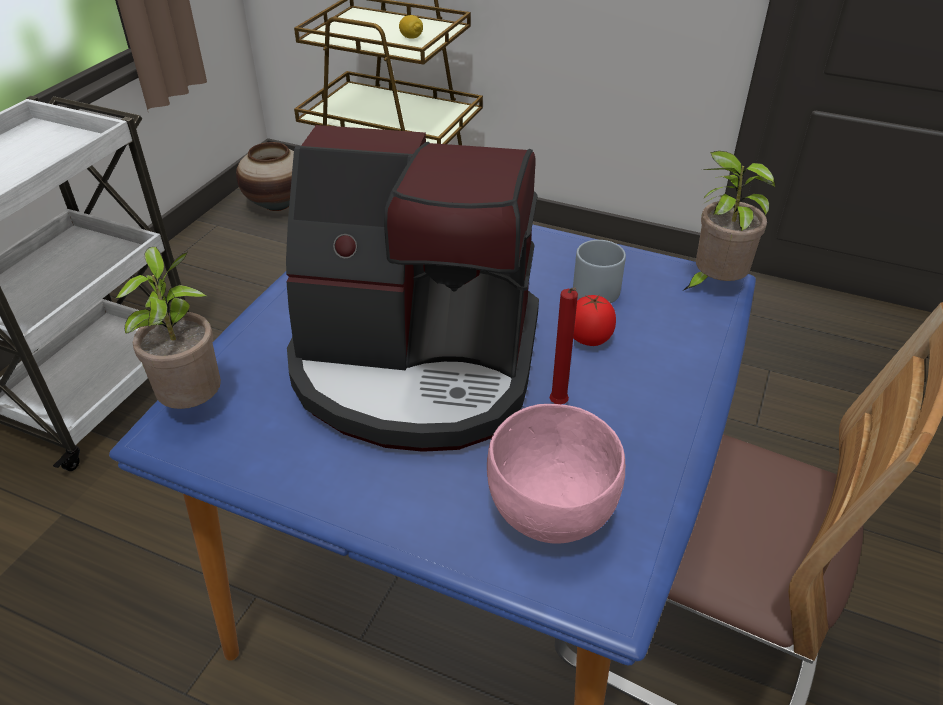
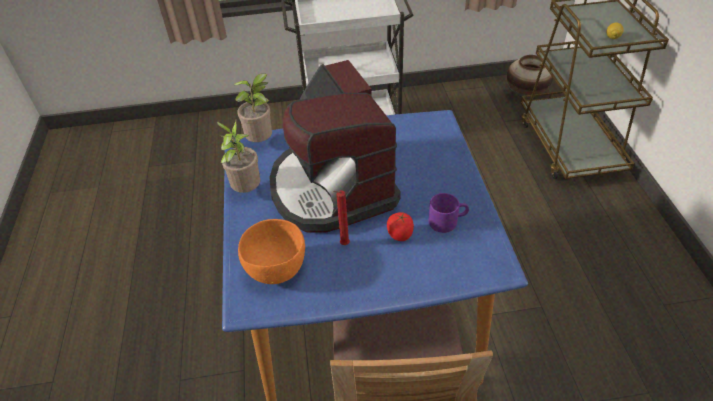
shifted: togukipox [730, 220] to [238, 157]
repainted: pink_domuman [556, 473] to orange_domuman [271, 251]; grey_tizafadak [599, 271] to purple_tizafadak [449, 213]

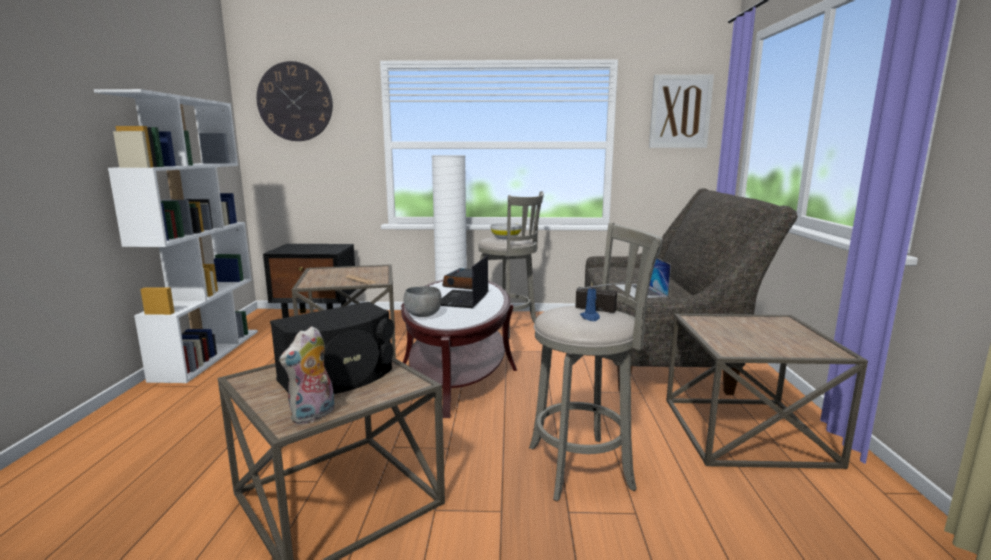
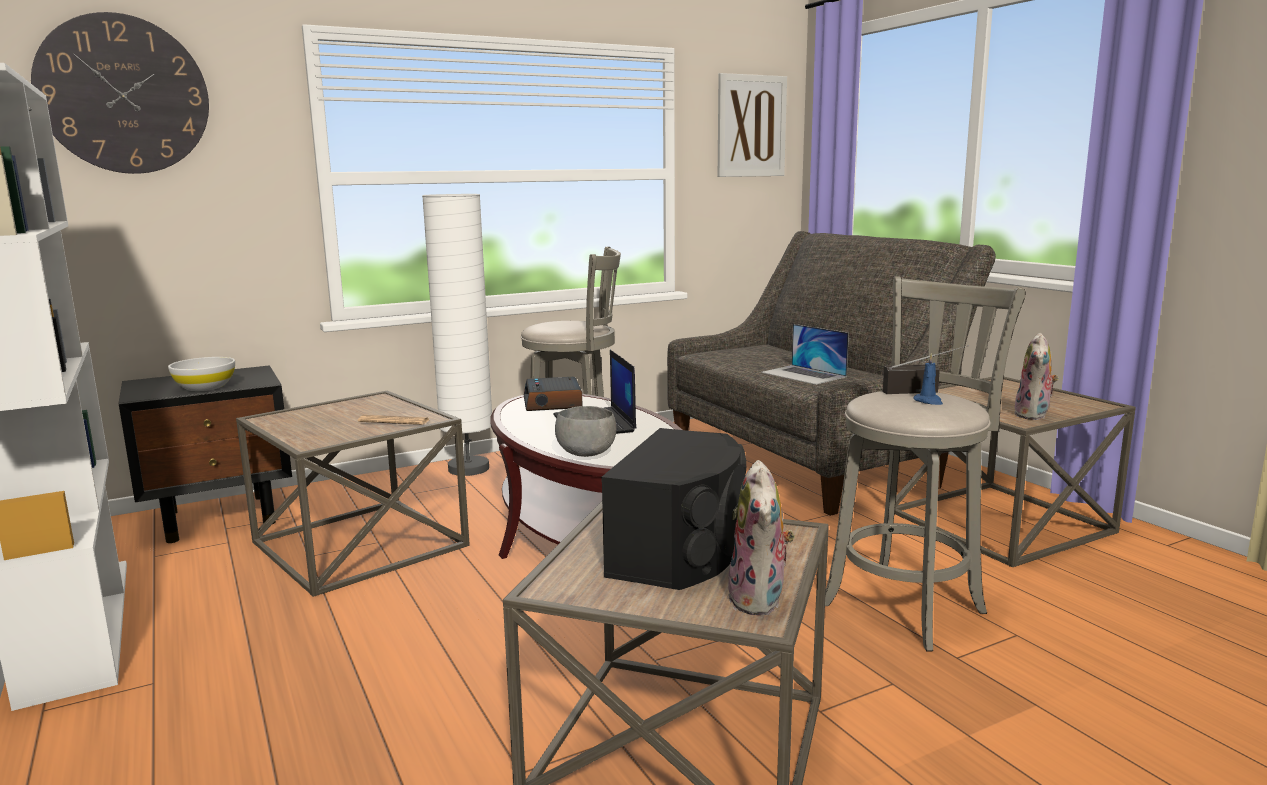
new: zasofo [1037, 376]
shifted: white_domuman [506, 231] to [201, 374]

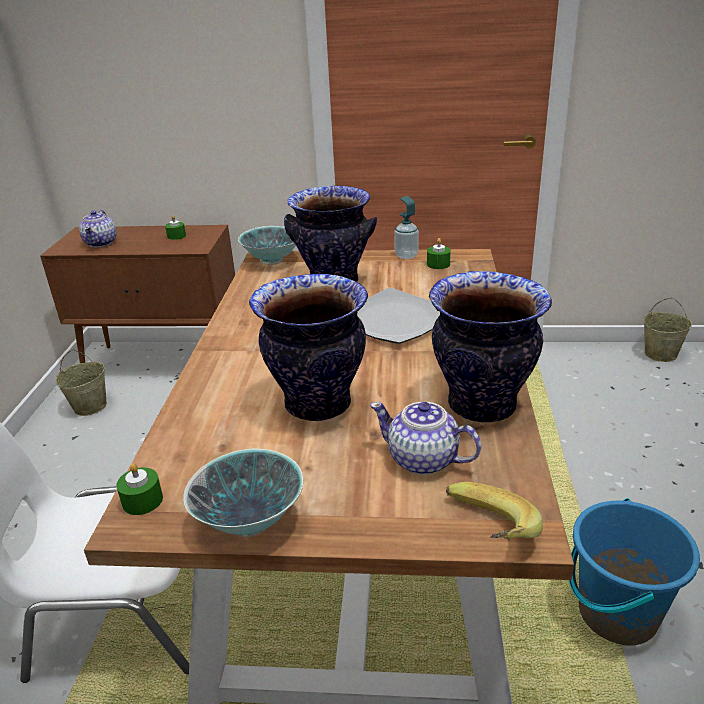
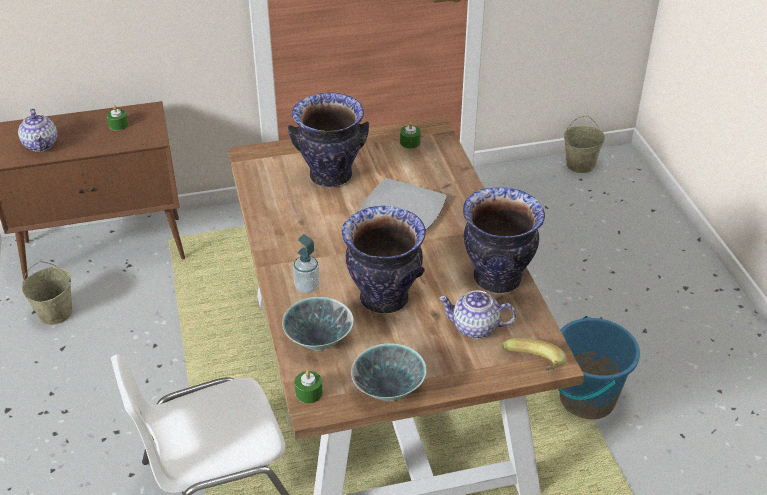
shifted: domuman [267, 245] to [318, 323]; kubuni [406, 227] to [306, 263]

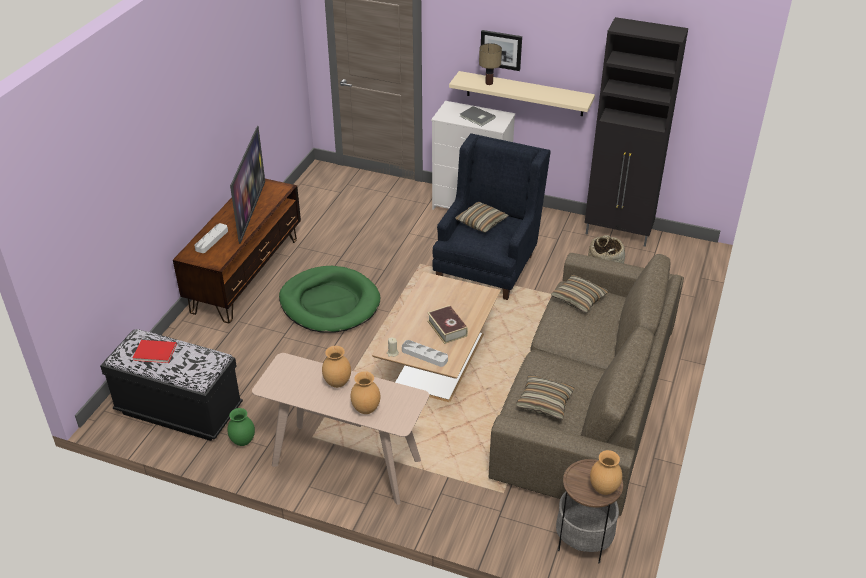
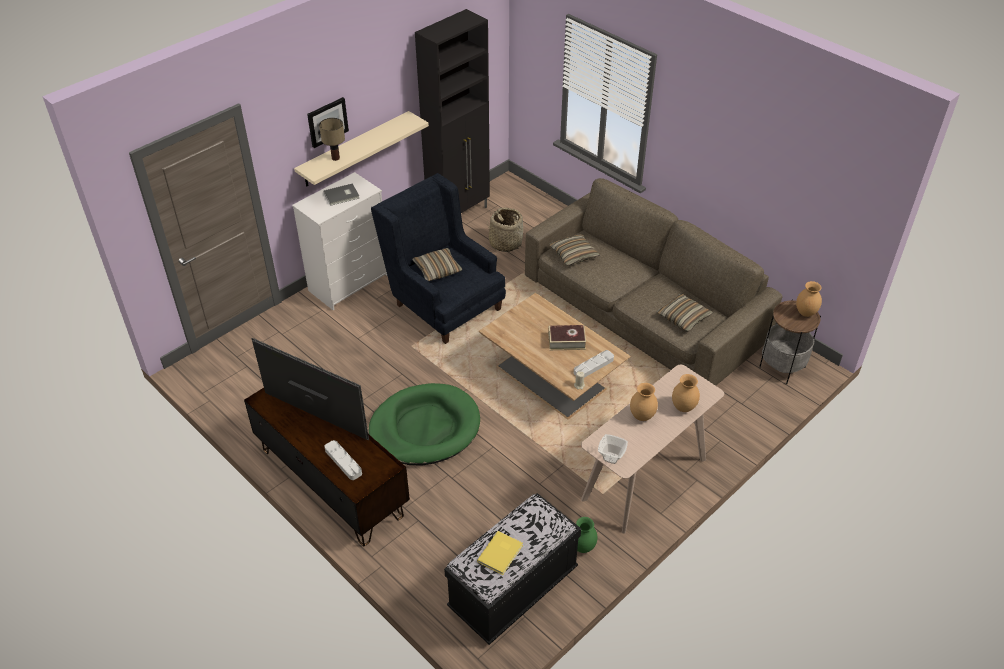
new: domuman [613, 449]
repainted: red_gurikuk [155, 351] to yellow_gurikuk [500, 553]

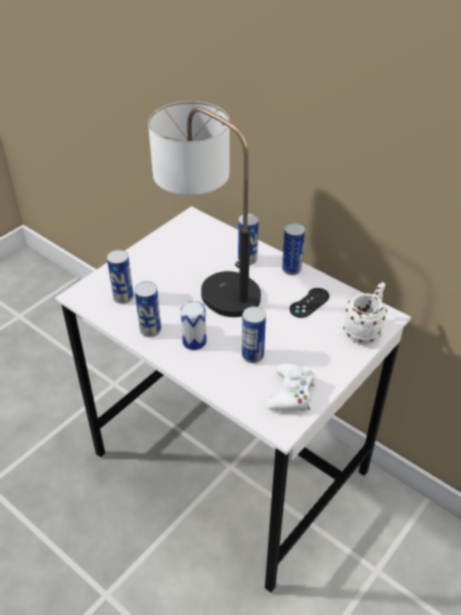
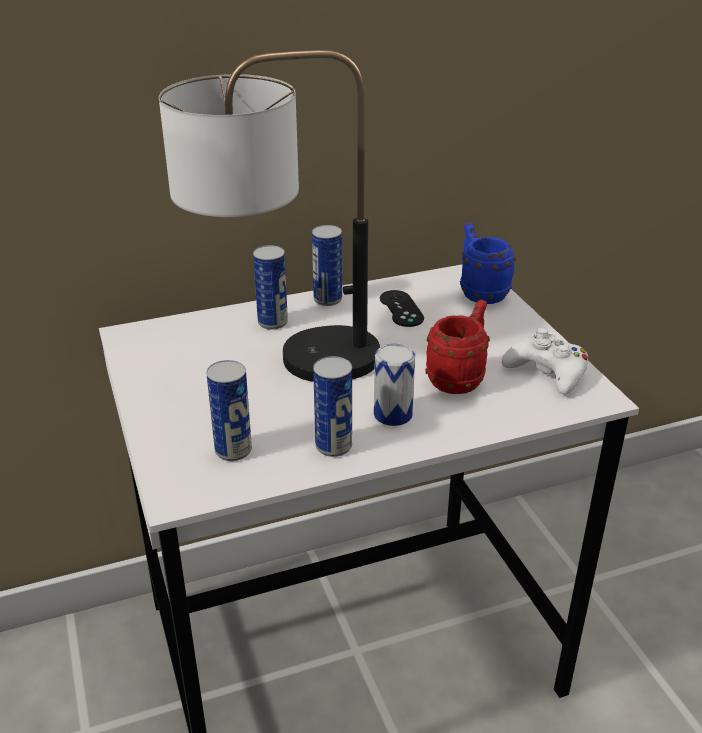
swapped: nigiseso [254, 334] to red_tizafadak [457, 347]
repainted: white_tizafadak [365, 313] to blue_tizafadak [488, 263]

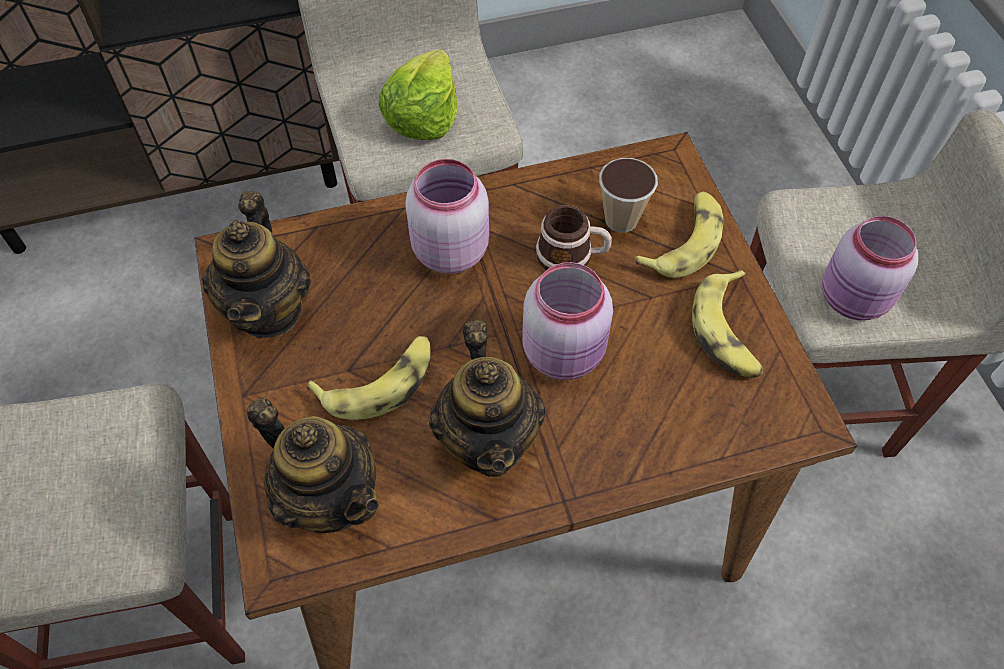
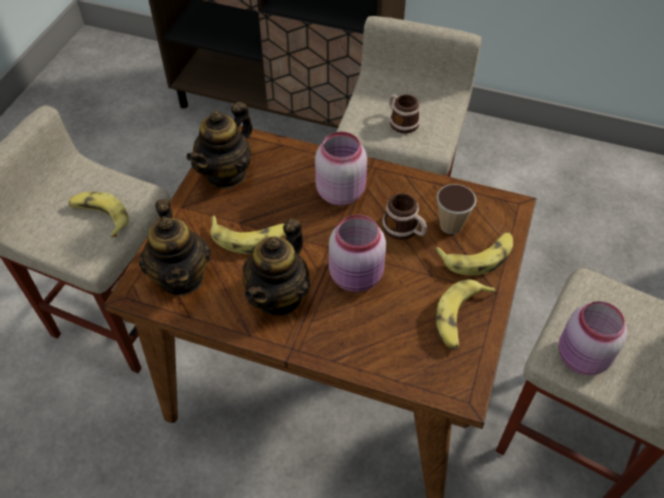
new: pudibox [99, 214]
swapped: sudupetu [418, 94] to tizafadak [404, 114]

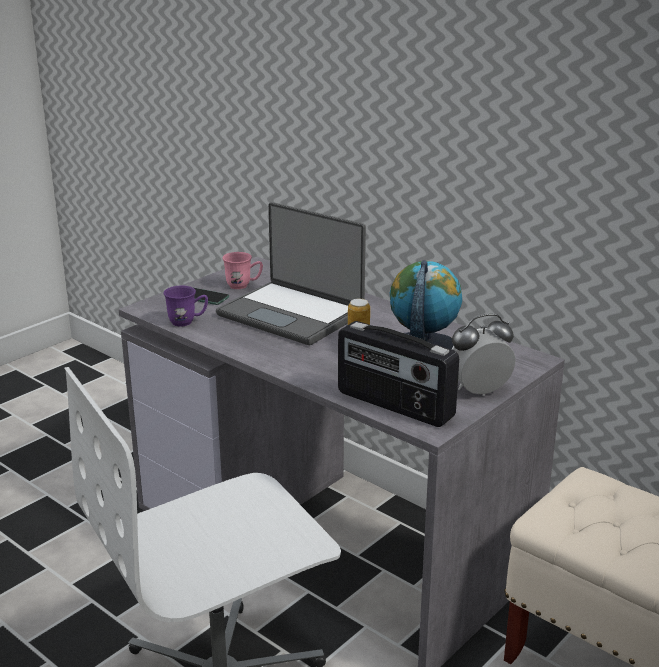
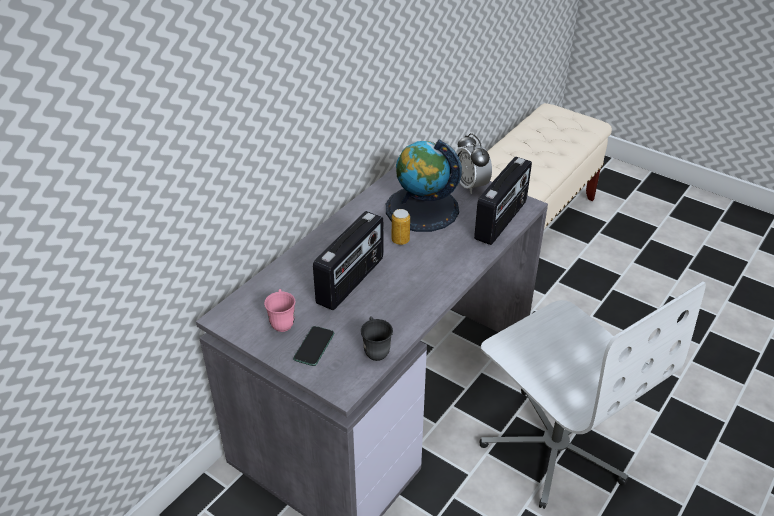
swapped: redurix [291, 273] to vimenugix [348, 260]
repainted: purple_tizafadak [185, 306] to grey_tizafadak [377, 338]

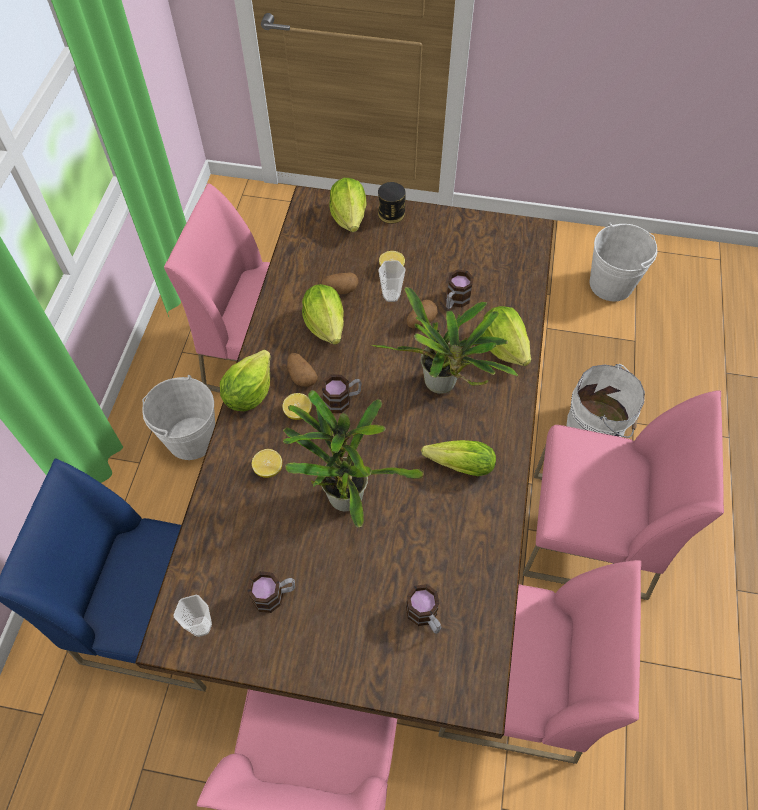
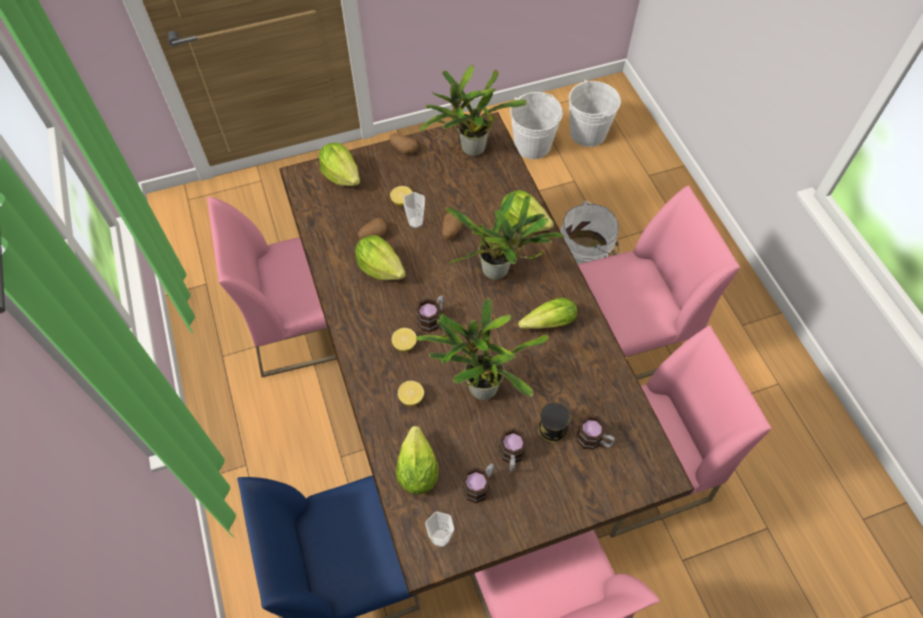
new: togukipox [473, 110]
shifted: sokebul [302, 370] to [404, 143]; sudupetu [245, 380] to [417, 460]; tizafadak [459, 289] to [513, 450]; nigiseso [391, 203] to [554, 423]; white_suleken [178, 417] to [595, 113]

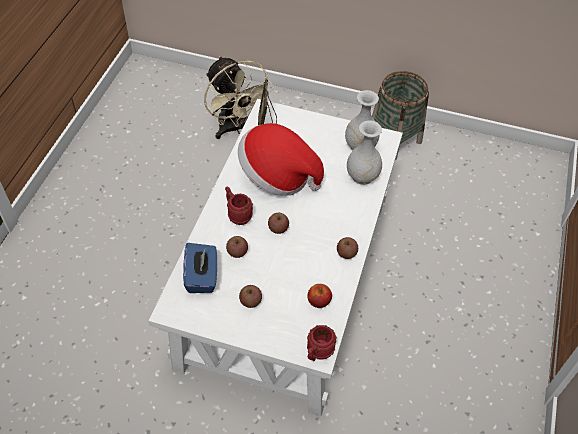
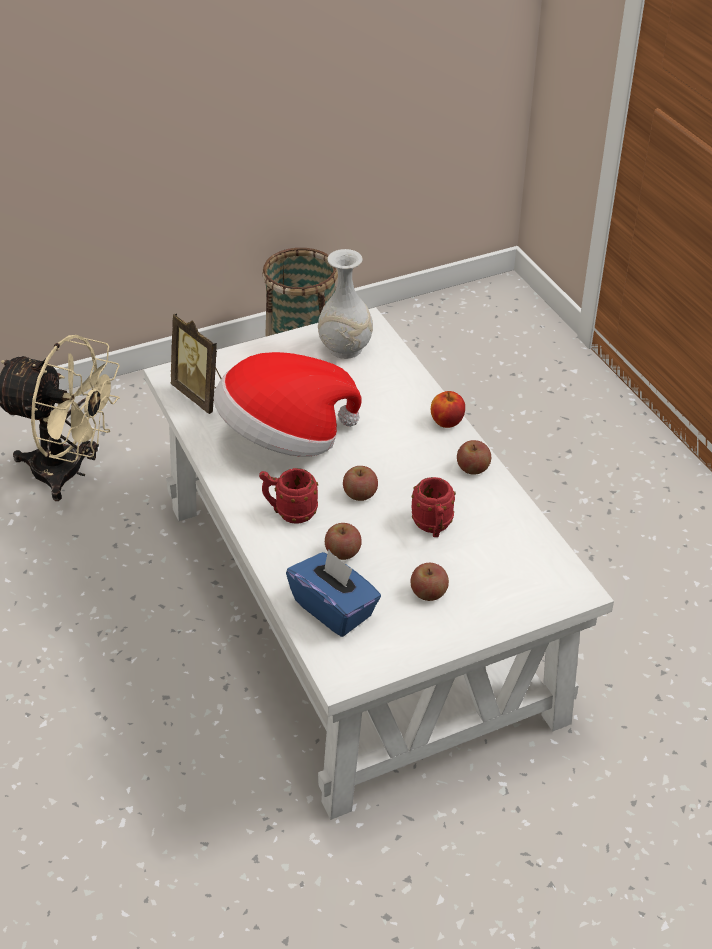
gone: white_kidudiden [364, 152]
shifted: red_tizafadak [322, 343] to [434, 507]; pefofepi [319, 296] to [448, 409]

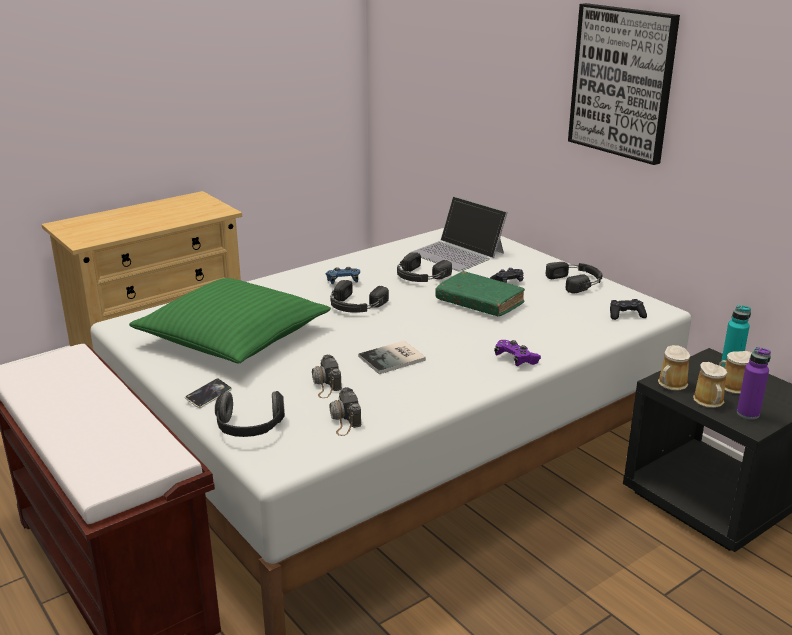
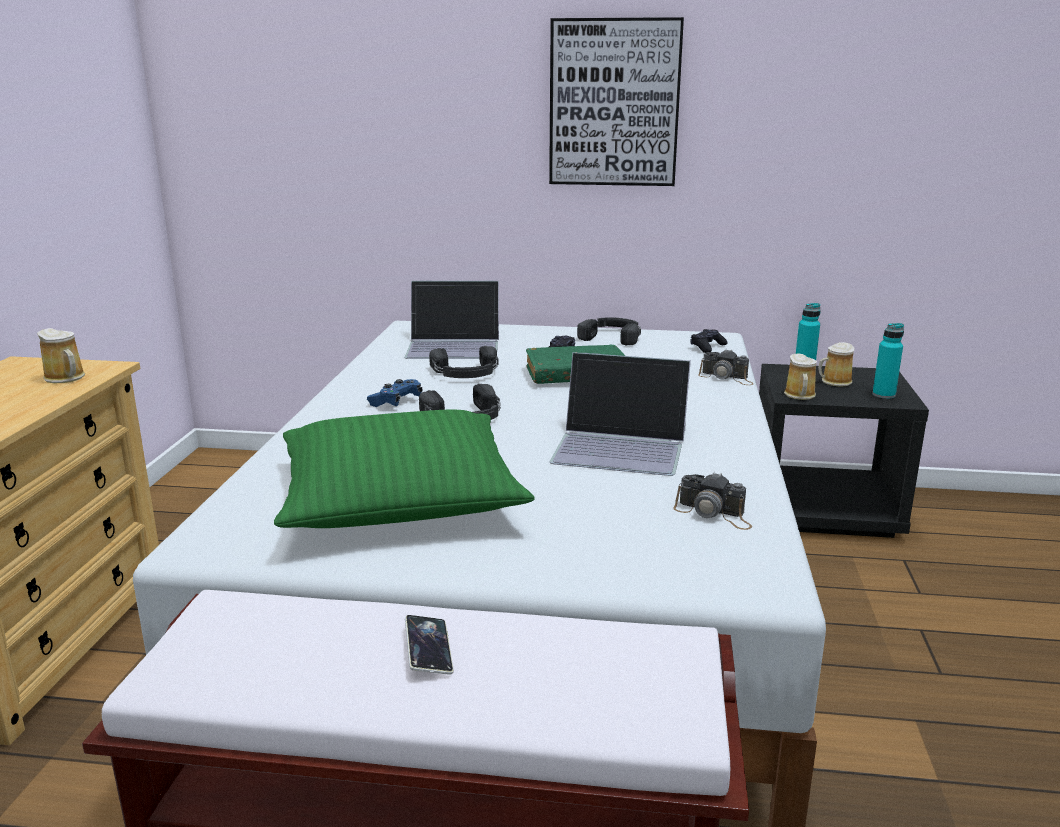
gone: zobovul [250, 414]; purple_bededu [517, 353]
shifted: tizafadak [710, 385] to [61, 355]; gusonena [208, 393] to [429, 645]; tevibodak [327, 376] to [726, 367]
swapped: gurikuk [392, 357] to redurix [620, 414]
repainted: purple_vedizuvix [754, 383] to turquoise_vedizuvix [888, 361]

